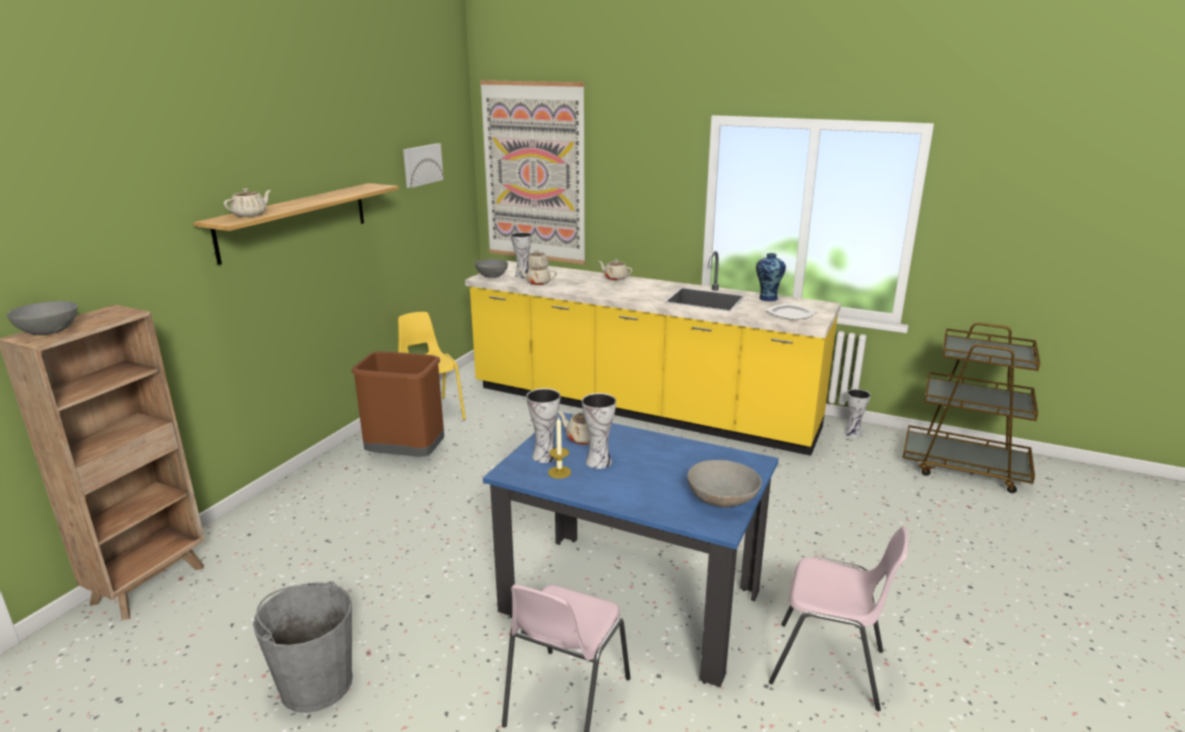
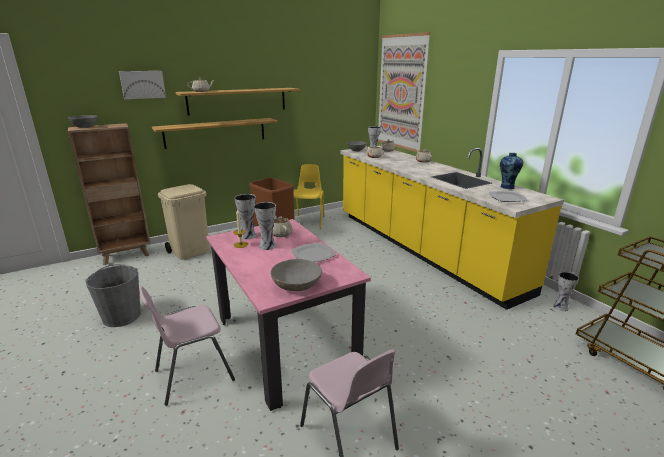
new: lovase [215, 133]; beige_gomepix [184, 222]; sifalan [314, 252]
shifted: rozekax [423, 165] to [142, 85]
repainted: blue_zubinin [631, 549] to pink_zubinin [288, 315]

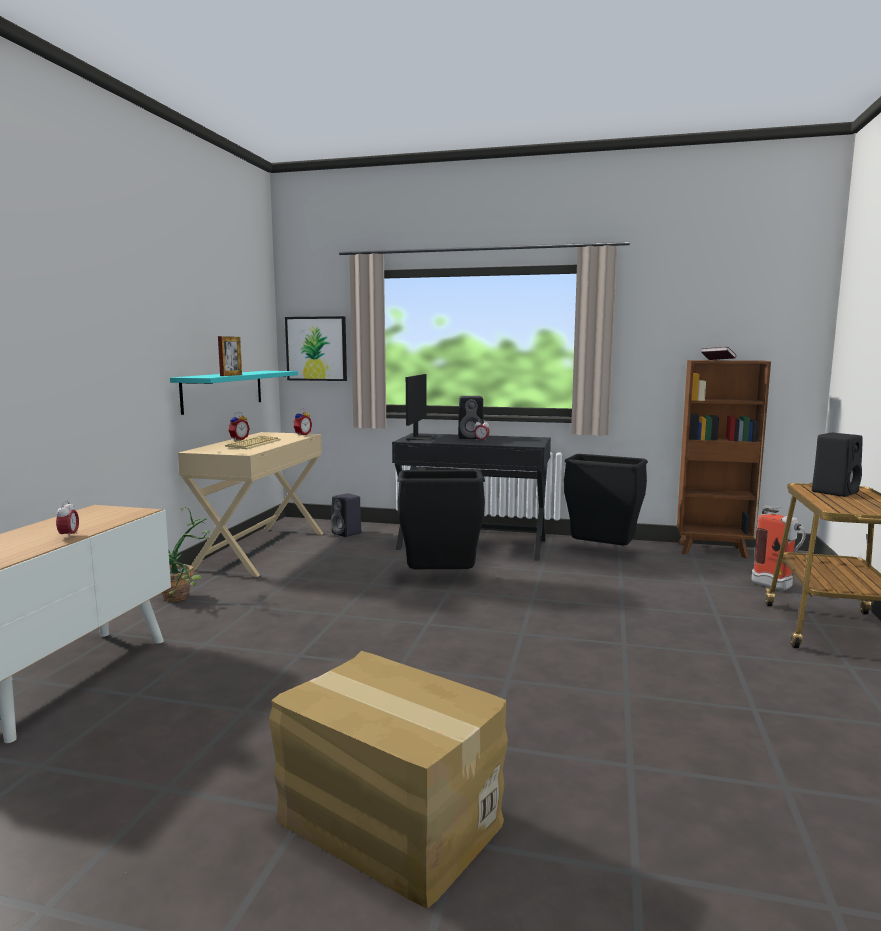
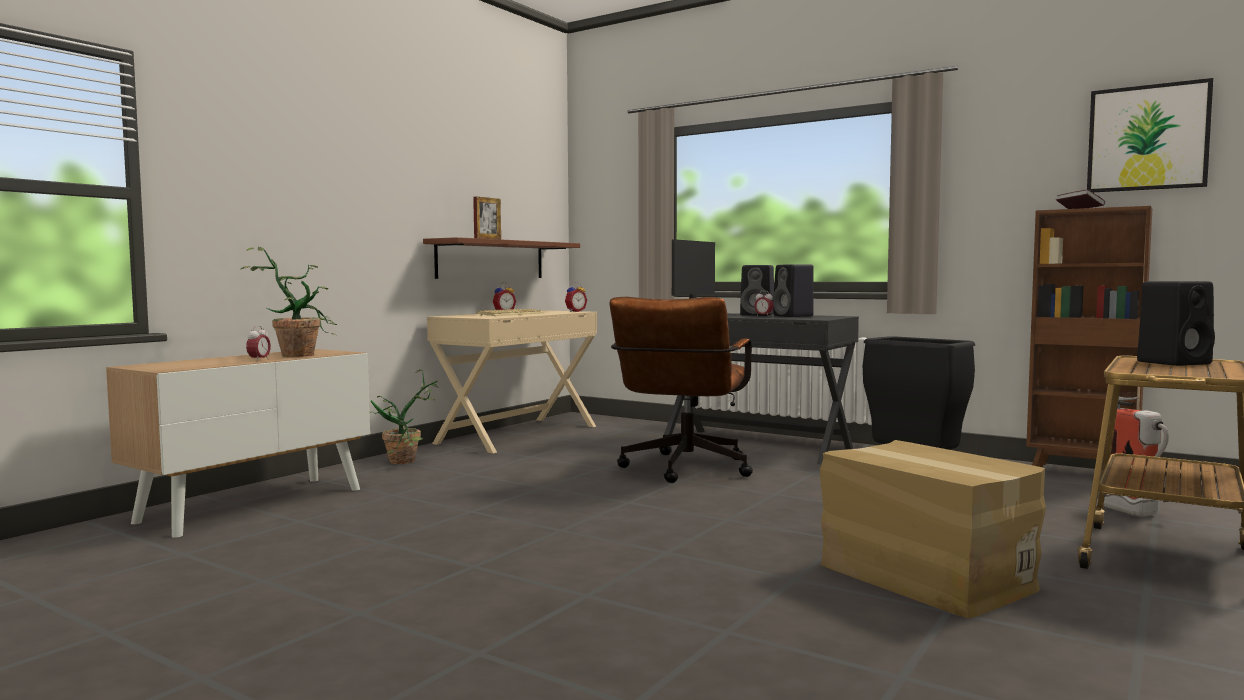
new: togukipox [288, 302]
shifted: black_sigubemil [346, 515] to [793, 290]; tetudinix [388, 780] to [933, 529]; rozekax [316, 348] to [1150, 135]
swapped: black_gomepix [441, 519] to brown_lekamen [681, 390]
repainted: turquoise_lovase [234, 393] to brown_lovase [501, 258]

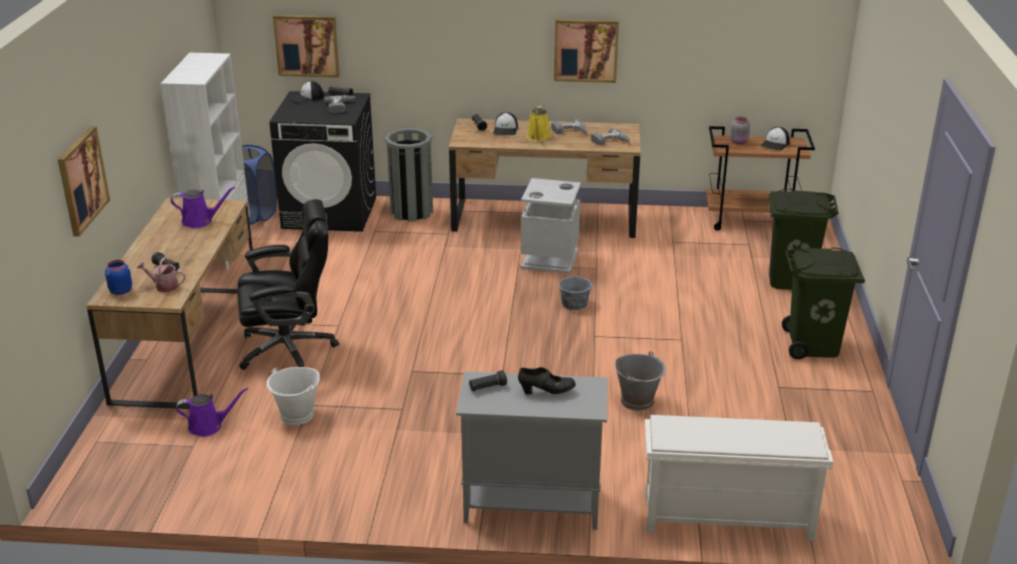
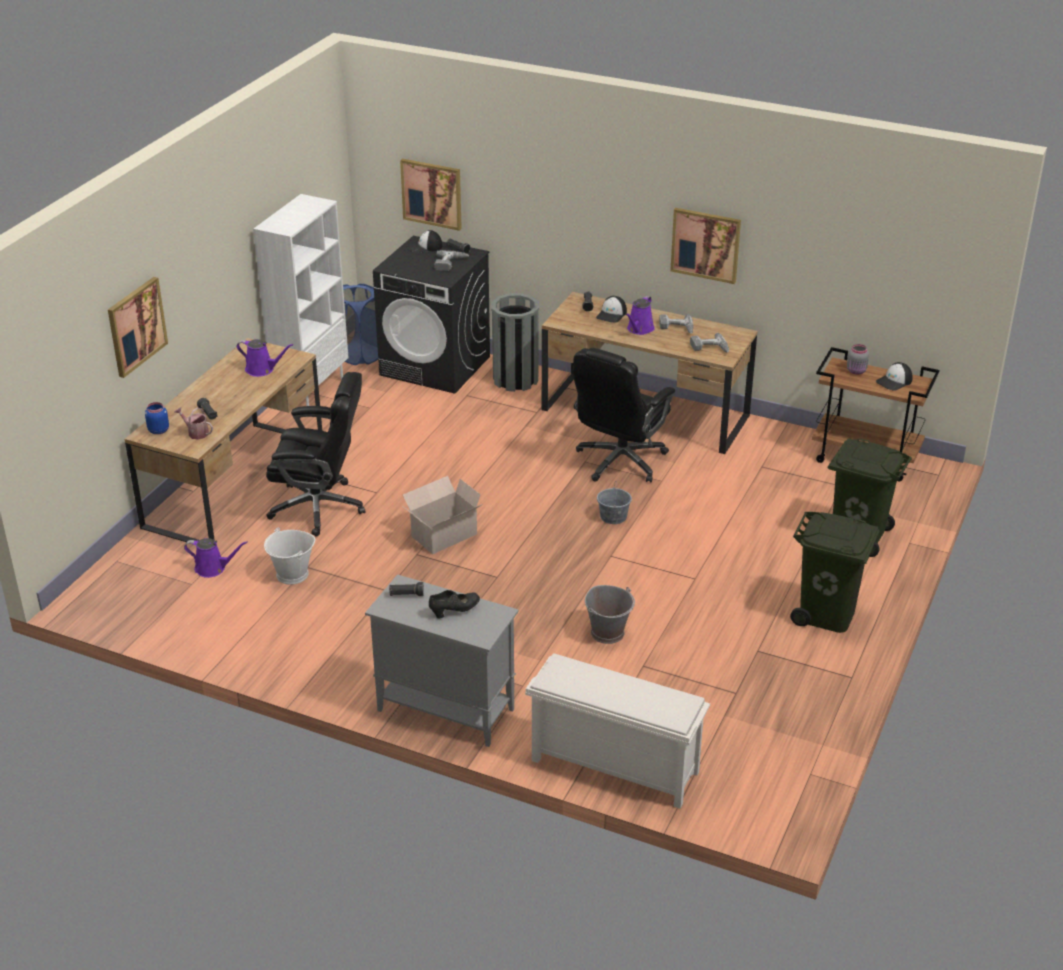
new: tetudinix [443, 515]
swapped: grey_gomepix [551, 226] to black_lekamen [624, 415]
repainted: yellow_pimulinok [539, 123] to purple_pimulinok [640, 315]
rotated: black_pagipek [547, 380] = [454, 604] 45 degrees counterclockwise

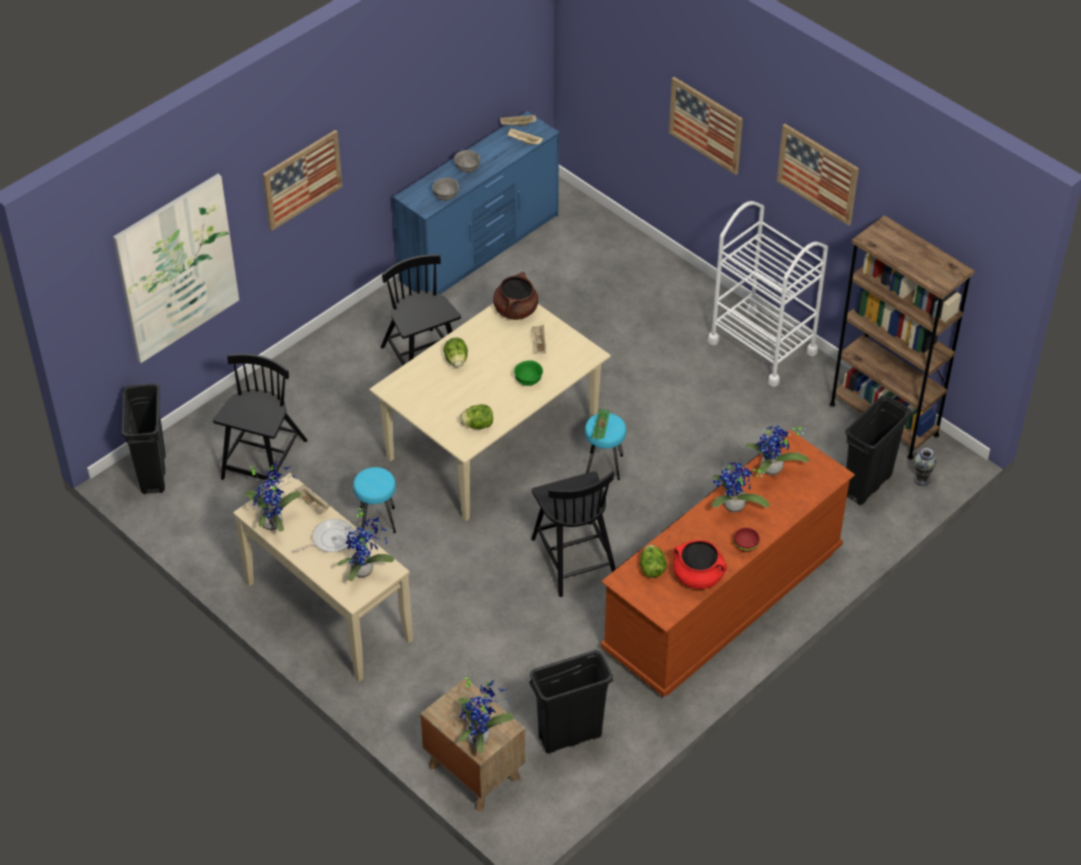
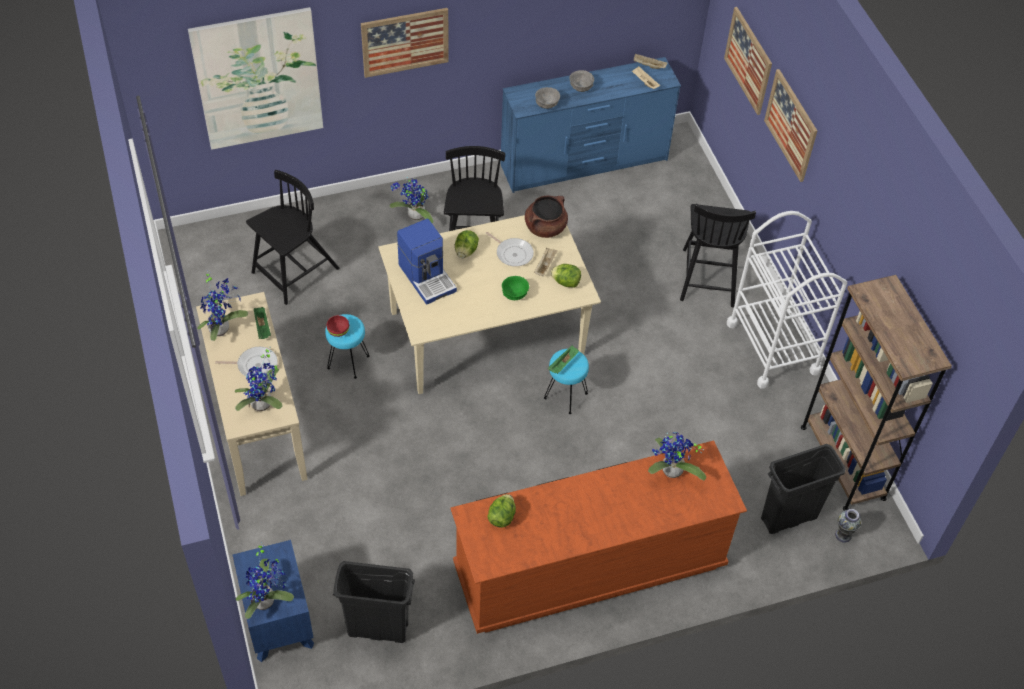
gone: black_gomepix [143, 438]; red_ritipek [700, 564]
new: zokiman [427, 262]; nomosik [510, 249]
shifted: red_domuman [747, 540] to [337, 326]; togukipox [740, 487] to [411, 200]; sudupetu [476, 416] to [565, 276]; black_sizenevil [573, 534] to [718, 255]; rozekax [818, 175] to [748, 61]
repainted: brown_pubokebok [472, 745] to blue_pubokebok [273, 601]; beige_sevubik [312, 499] to green_sevubik [262, 323]

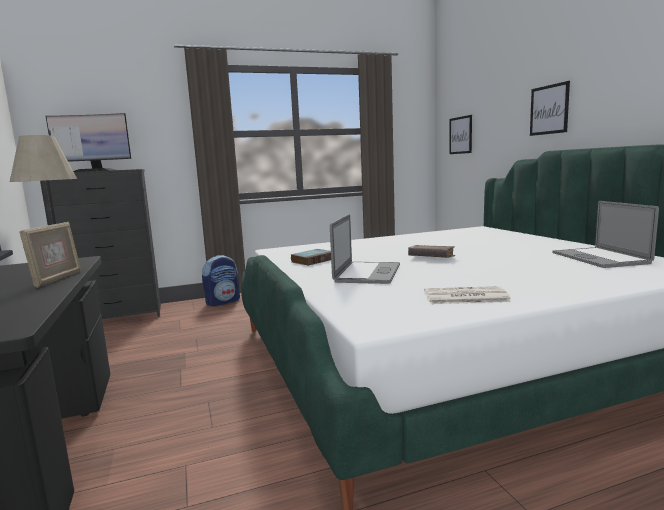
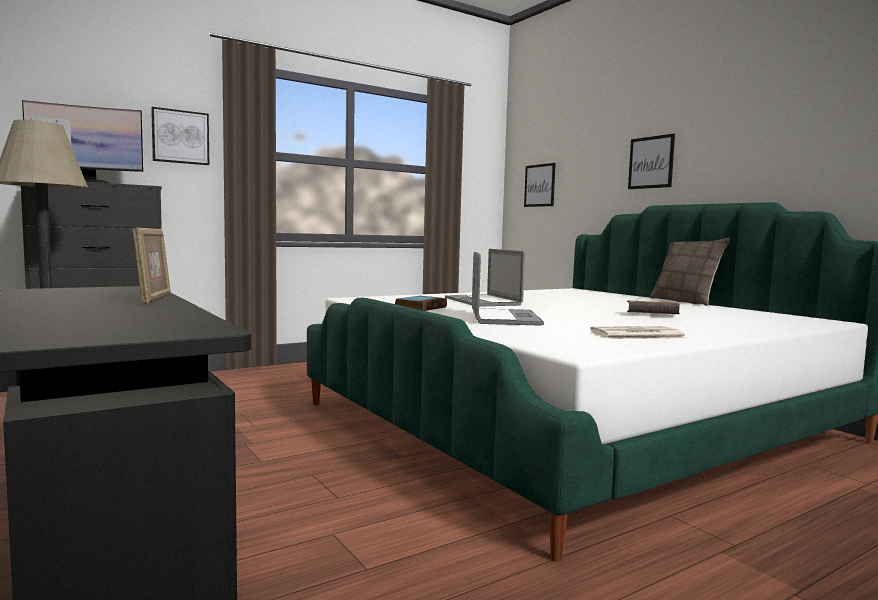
gone: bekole [221, 280]
new: rozekax [180, 136]; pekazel [690, 272]
shifted: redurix [605, 234] to [485, 278]; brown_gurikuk [431, 251] to [653, 307]

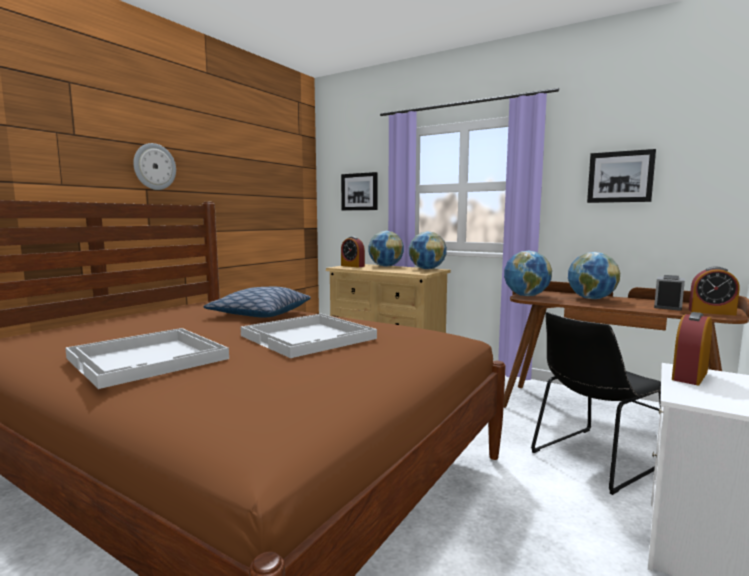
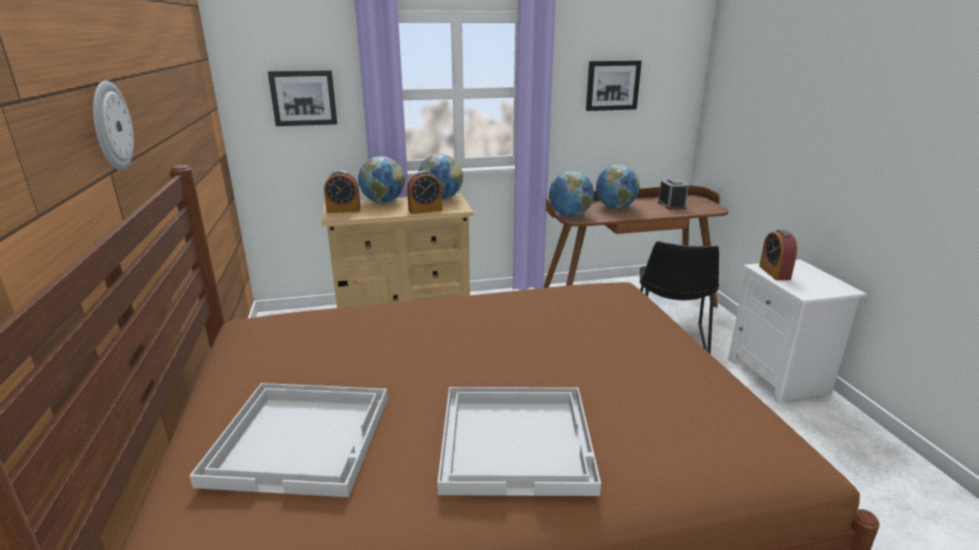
gone: pekazel [257, 302]
shifted: white_sevubik [309, 336] to [288, 440]; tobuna [714, 290] to [424, 192]

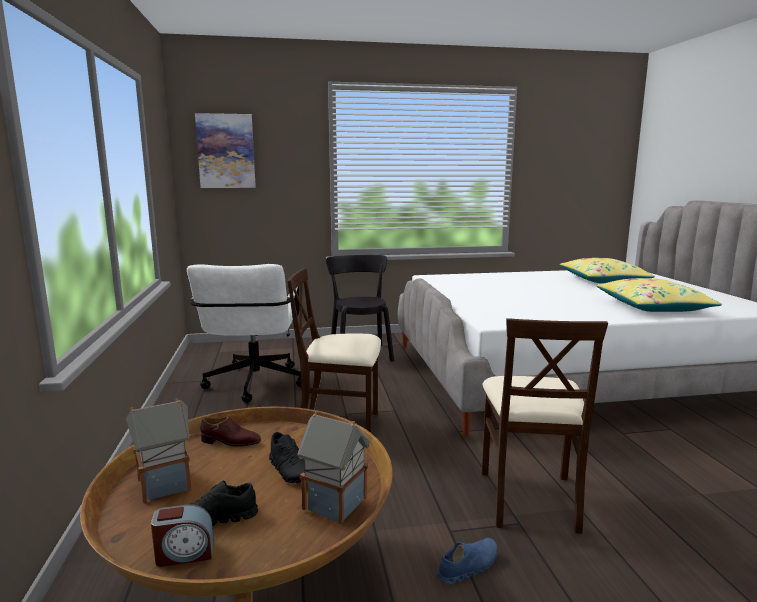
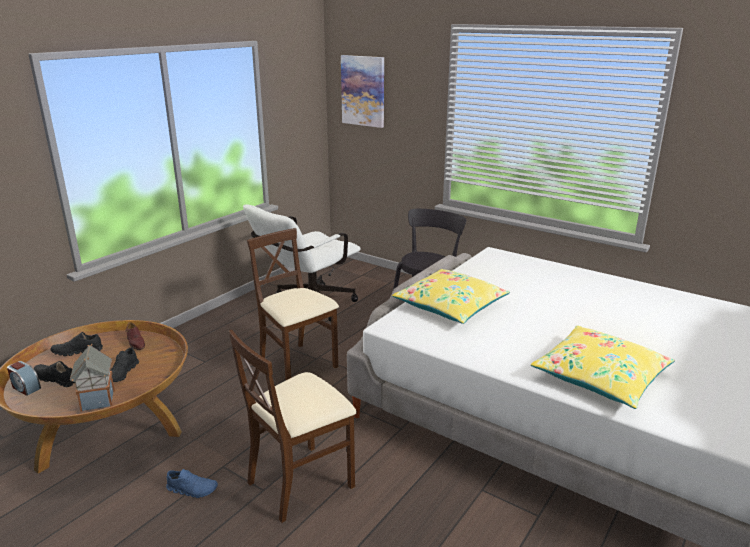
shifted: yellow_pekazel [607, 270] to [451, 296]
swapped: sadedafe [158, 450] to black_pagipek [76, 344]

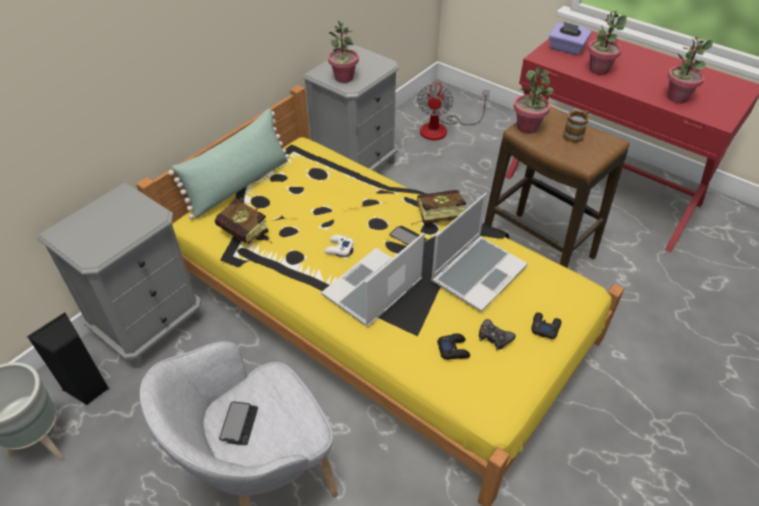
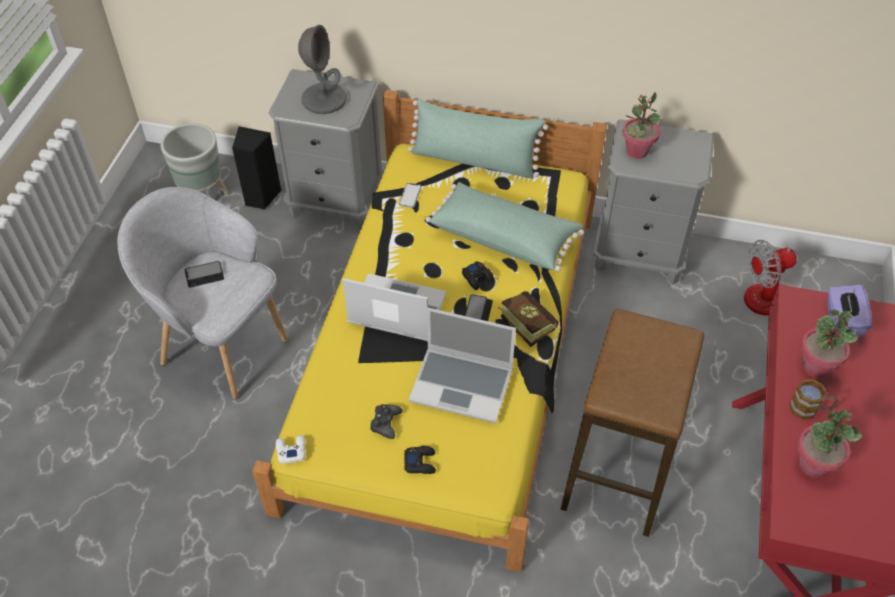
gone: togukipox [533, 100]
new: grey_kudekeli [322, 69]; green_pekazel [504, 227]
shifted: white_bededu [339, 245] to [290, 449]; black_bededu [453, 347] to [478, 275]; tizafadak [576, 126] to [813, 399]
swapped: gurikuk [244, 221] to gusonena [410, 195]

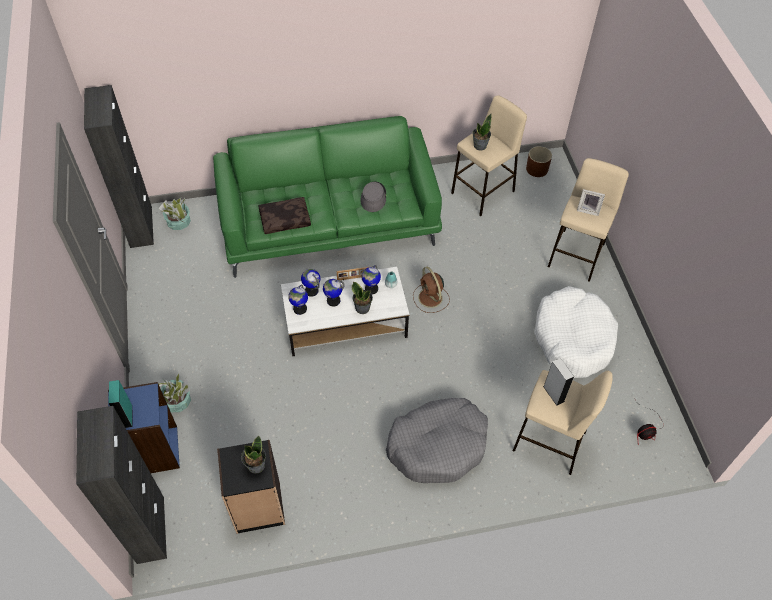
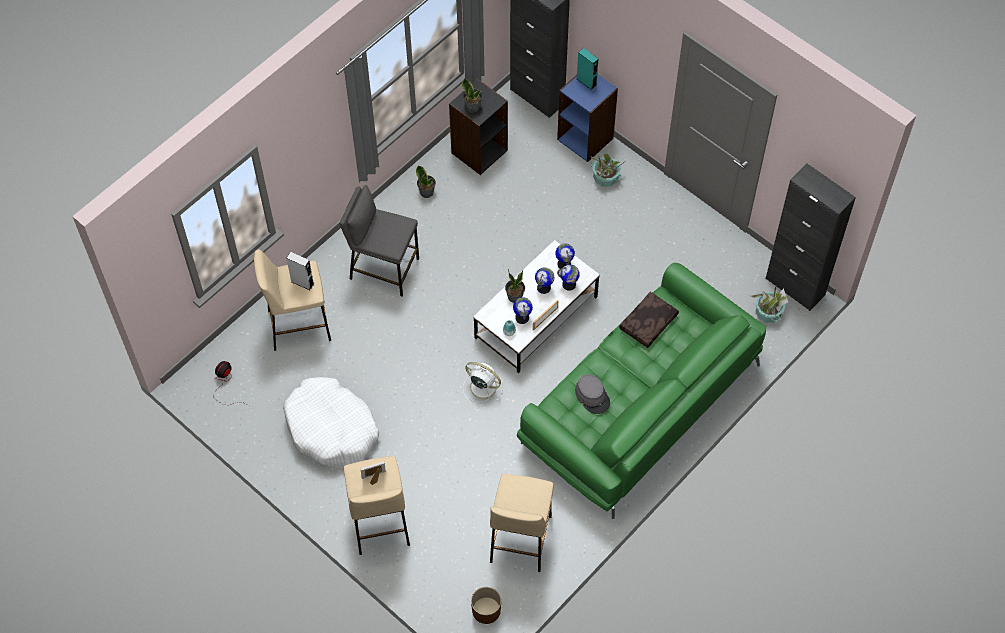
shifted: togukipox [482, 132] to [426, 181]
swapped: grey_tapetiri [437, 440] to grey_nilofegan [379, 241]
repainted: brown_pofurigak [431, 290] to white_pofurigak [483, 382]

